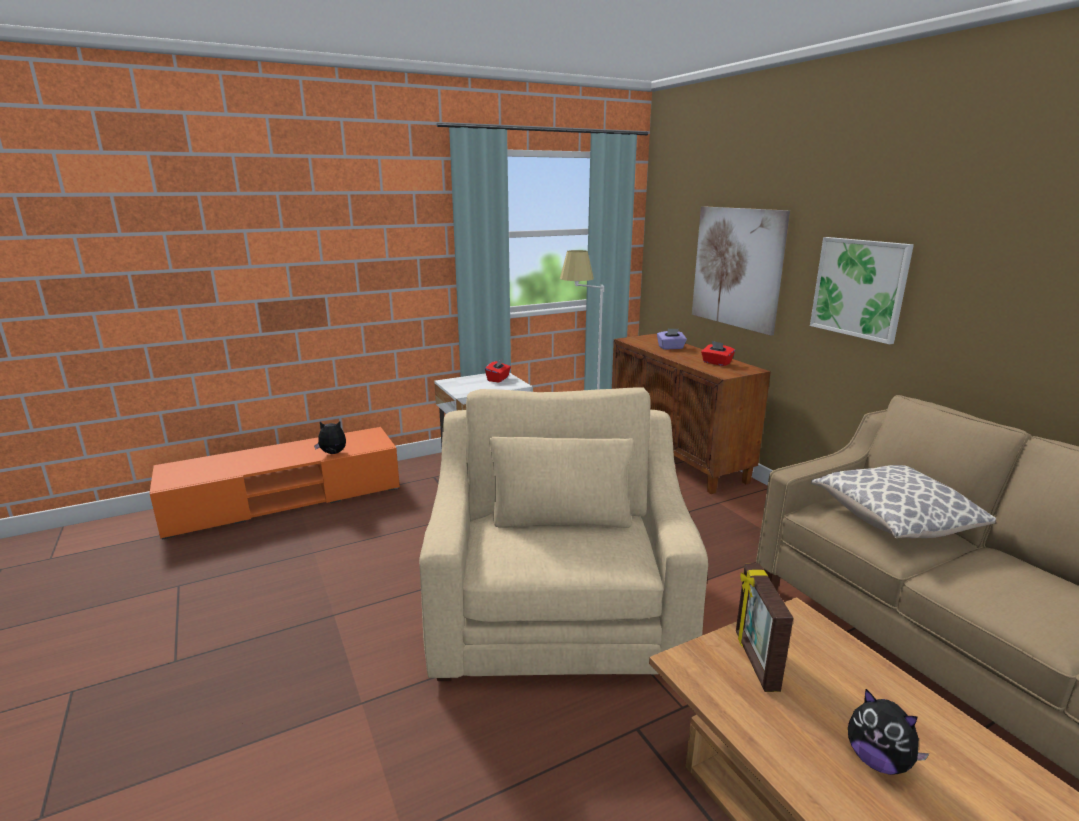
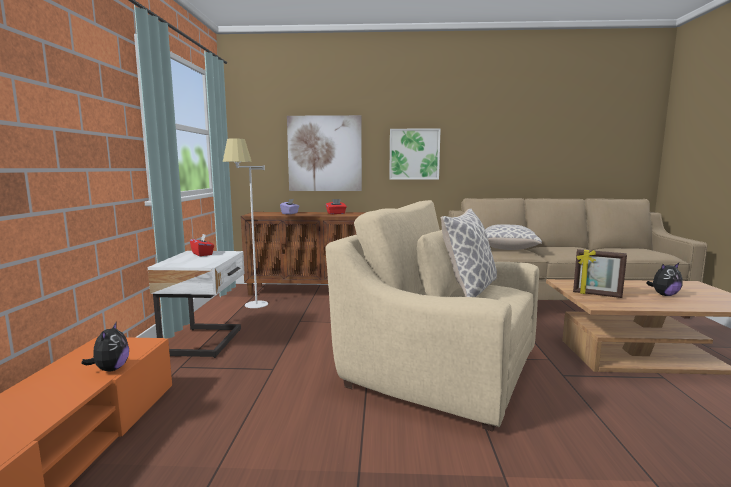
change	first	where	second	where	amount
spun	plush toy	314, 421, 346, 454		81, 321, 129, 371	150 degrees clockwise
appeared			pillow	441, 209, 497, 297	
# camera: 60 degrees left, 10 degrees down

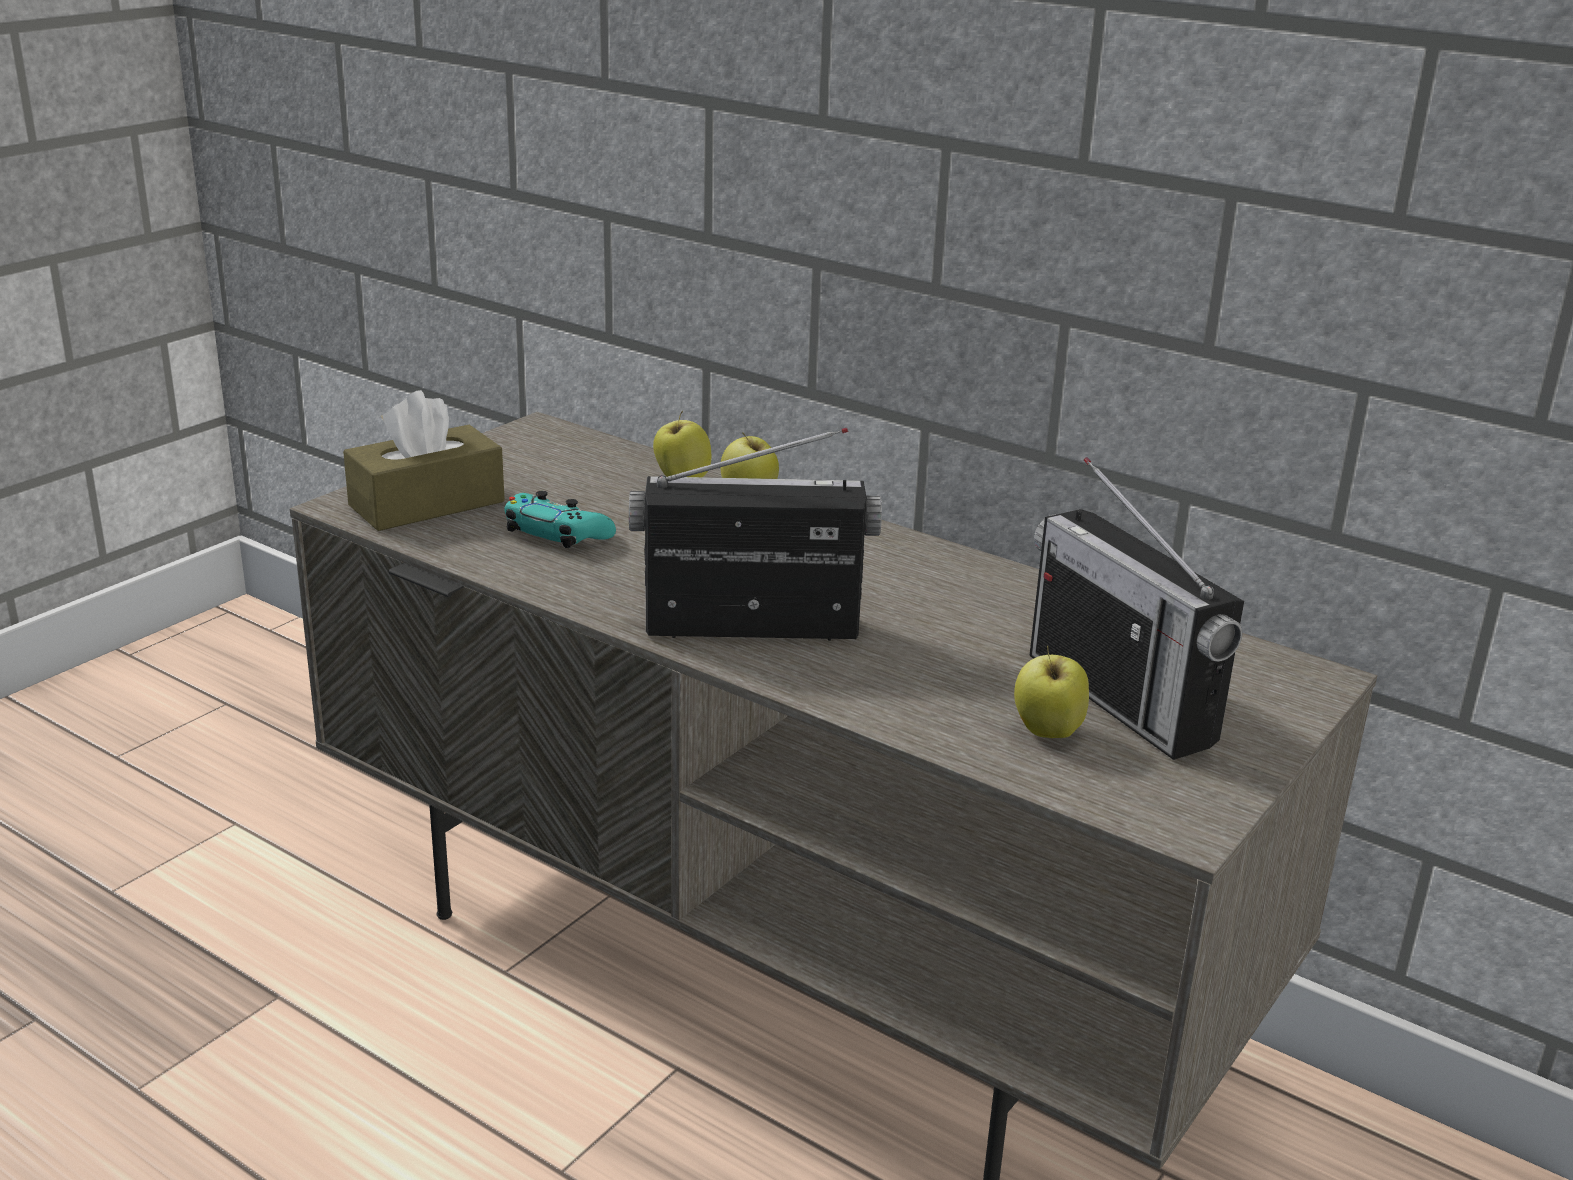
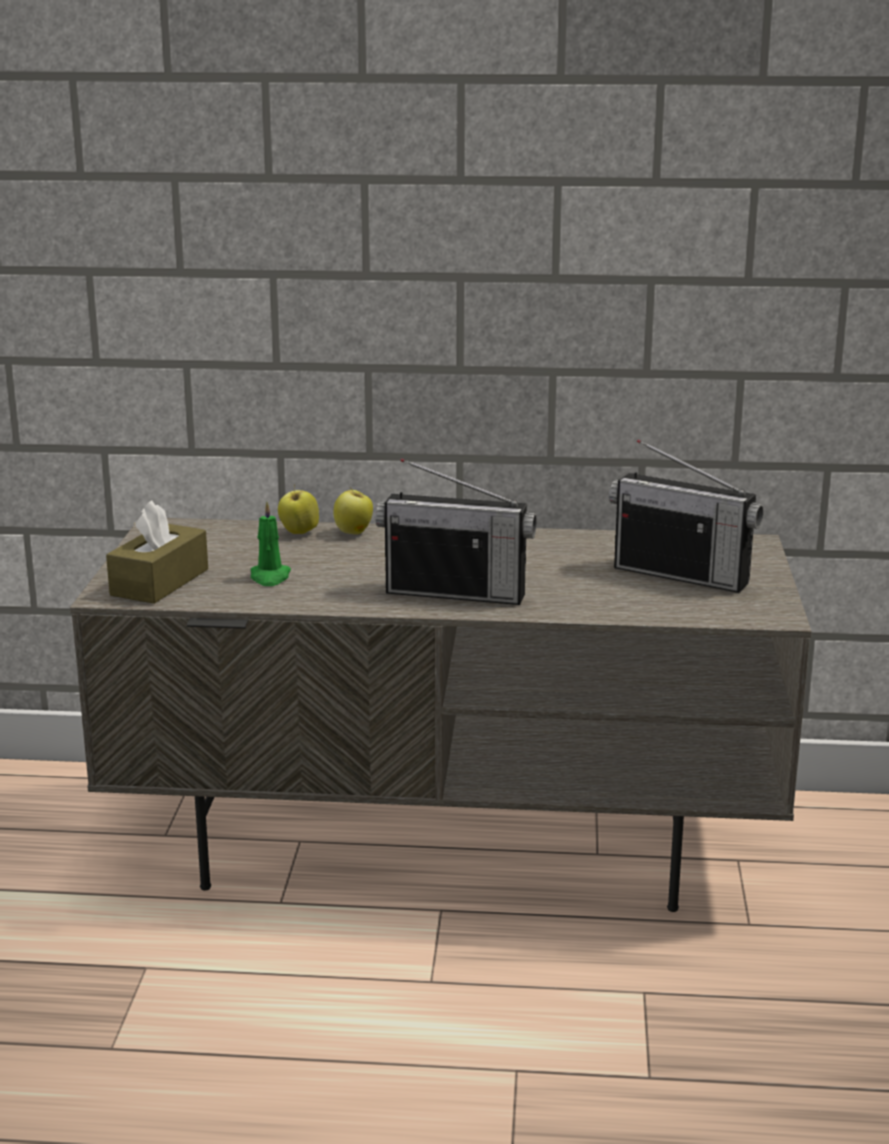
change	first	where	second	where	amount
spun	radio	629, 428, 882, 641		375, 458, 536, 605	135 degrees counterclockwise
exchanged	turquoise game controller	504, 491, 616, 548	green candle	251, 501, 291, 586	
missing	apple	1014, 646, 1089, 738			
# camera: 30 degrees left, 5 degrees down

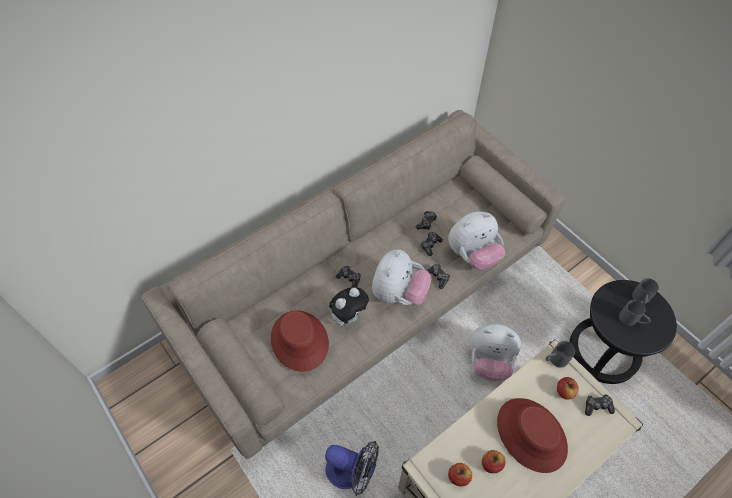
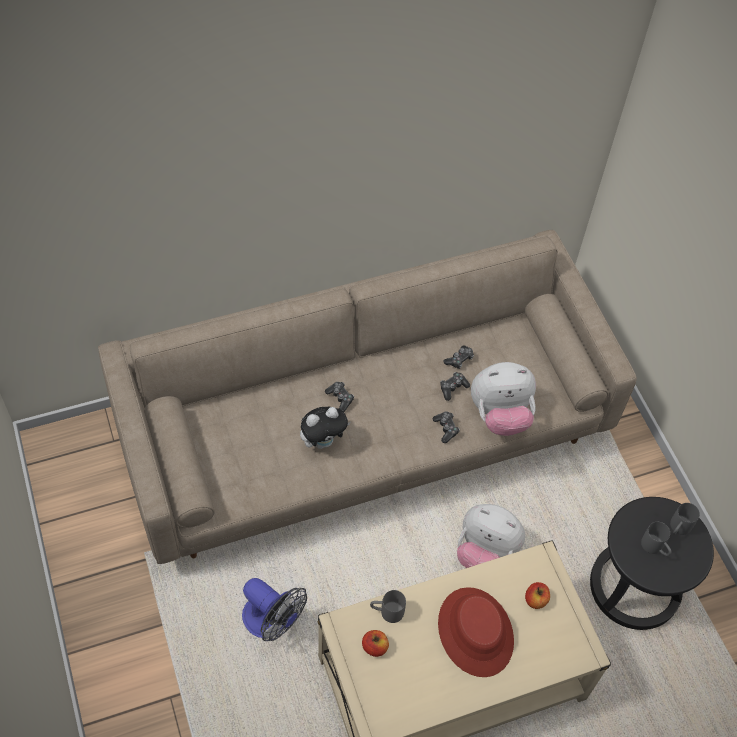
change	first	where	second	where	amount
missing	plush toy	372, 249, 432, 306			
missing	red hat	271, 310, 329, 372			
relocated	grey mug	545, 341, 575, 368		370, 590, 406, 623	
missing	game controller	585, 394, 615, 416			
missing	apple	482, 450, 506, 473			
# camera: 15 degrees right, 0 degrees up

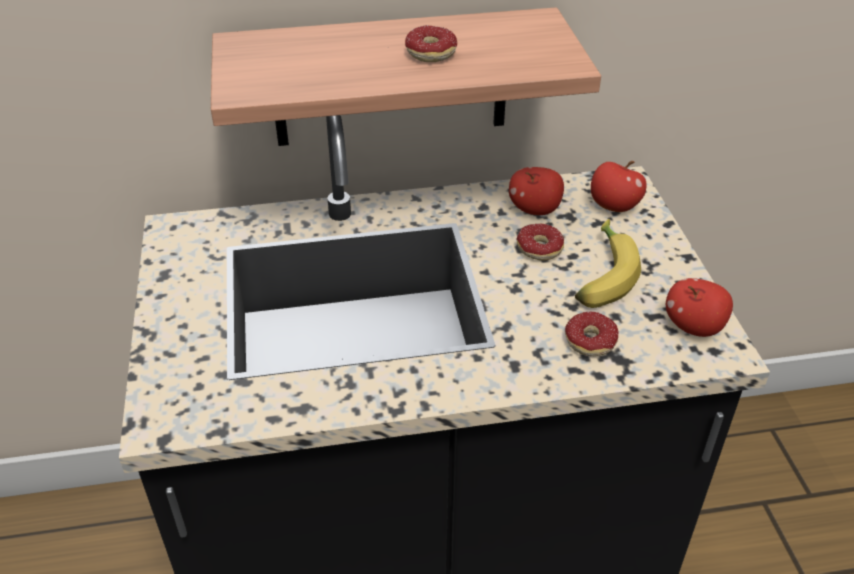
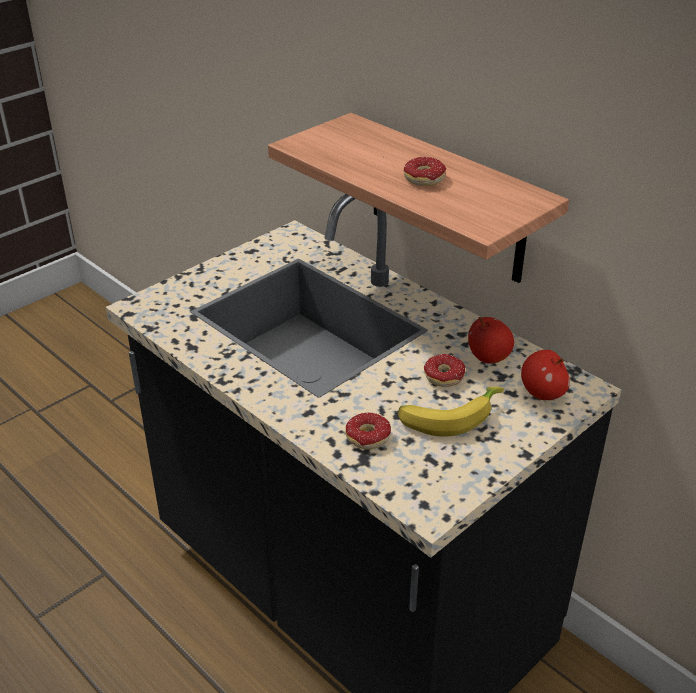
change	first	where	second	where	amount
missing	apple	666, 278, 733, 337			
# camera: 55 degrees right, 5 degrees down

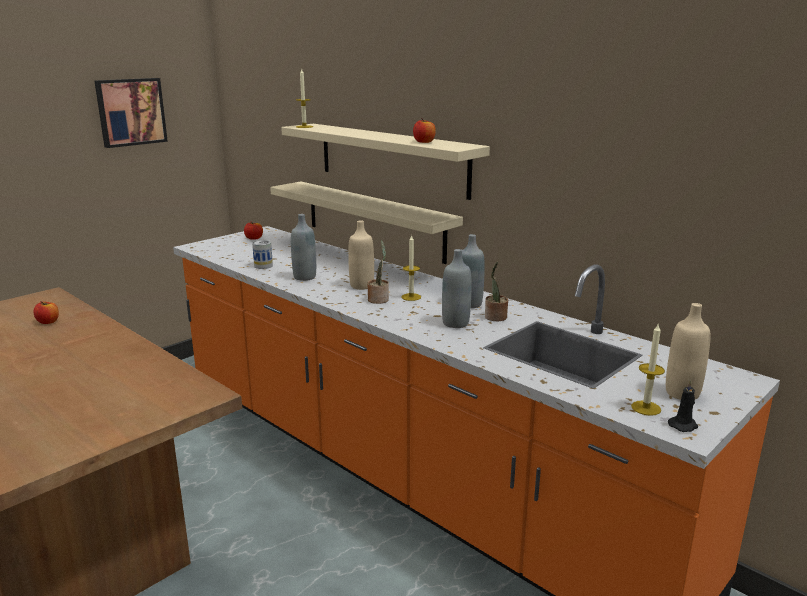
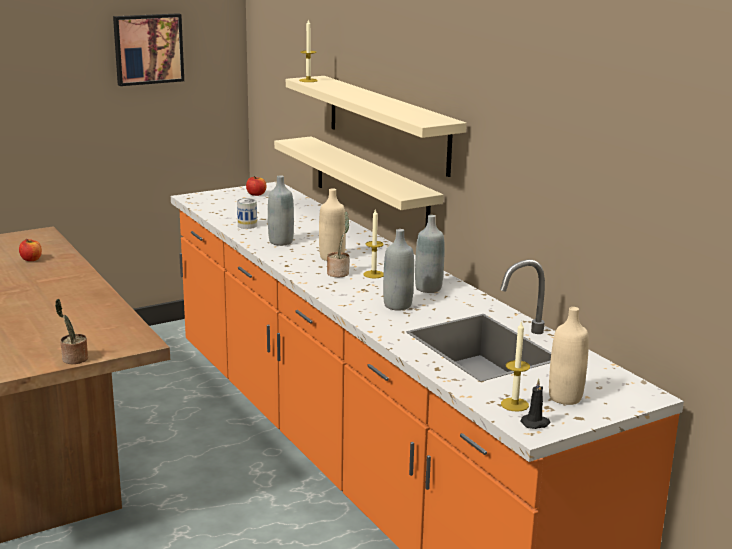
change	first	where	second	where	amount
missing	apple	413, 118, 436, 143			
relocated	potted plant	485, 262, 508, 321		55, 299, 88, 364	
# camera: 15 degrees right, 0 degrees up

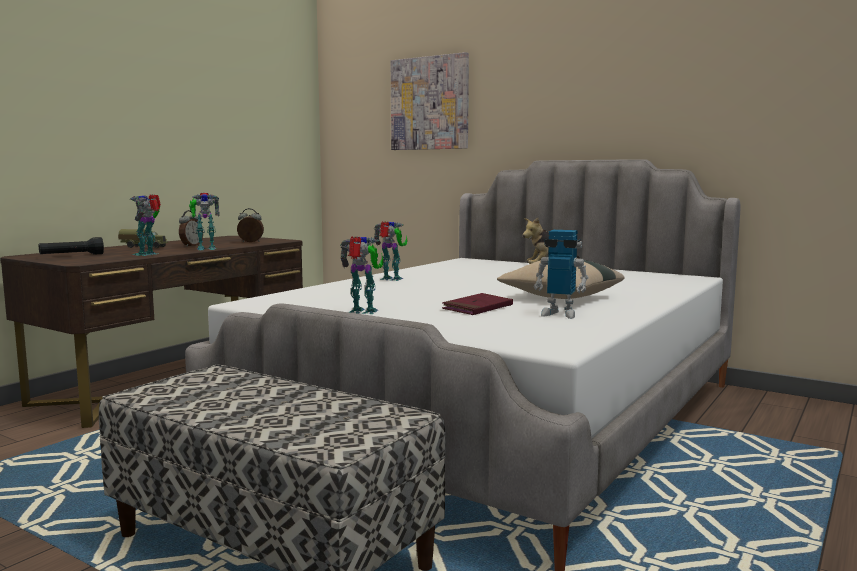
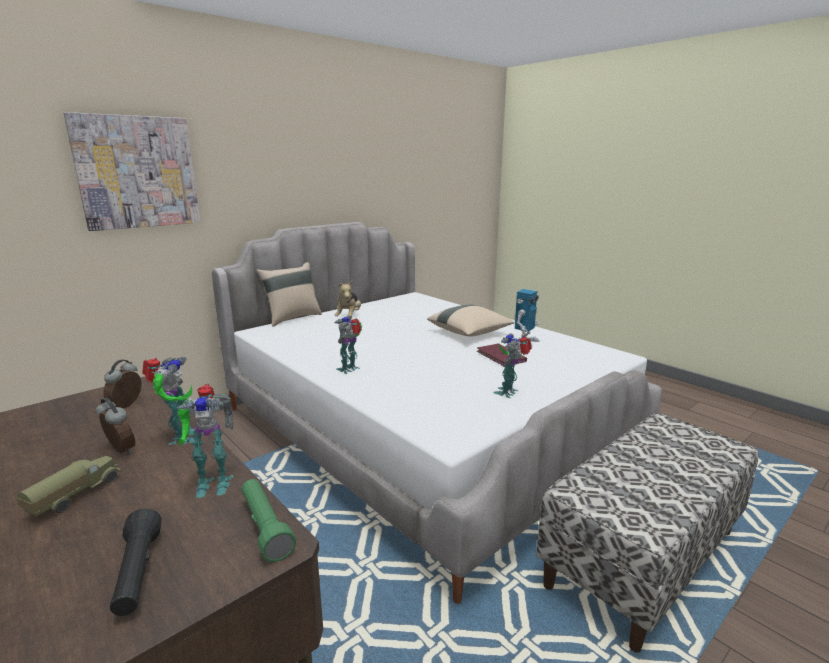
change	first	where	second	where	amount
spun	toy robot	130, 194, 161, 256		177, 384, 233, 498	45 degrees counterclockwise
appeared			beige pillow	256, 262, 322, 327	
appeared			green flashlight	241, 479, 296, 562	
# camera: 75 degrees left, 10 degrees up

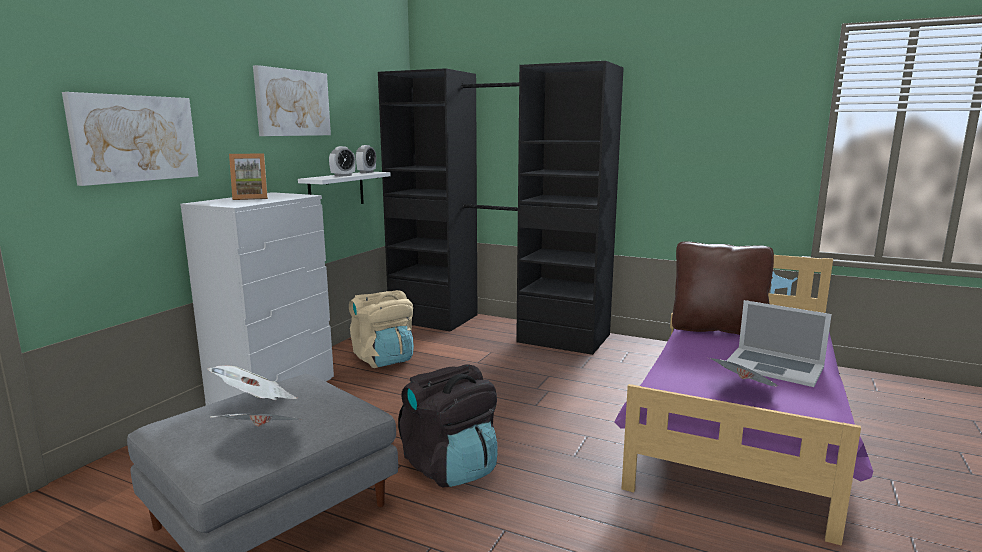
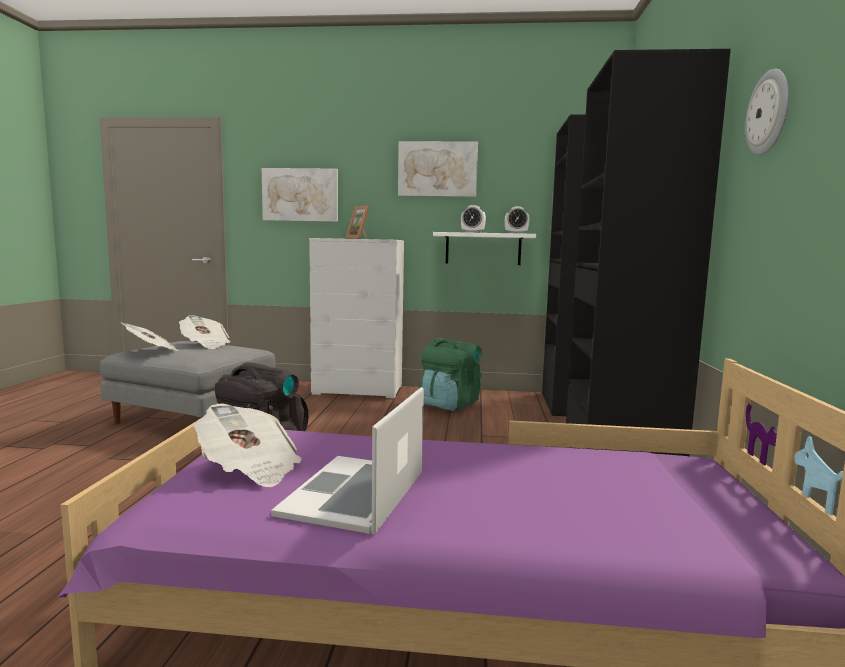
change	first	where	second	where	amount
missing	brown pillow	672, 241, 774, 335			
colour	beige backpack	349, 290, 414, 368	green backpack	419, 338, 482, 412	
appeared			wall clock	745, 69, 789, 155	
# camera: 70 degrees right, 5 degrees down

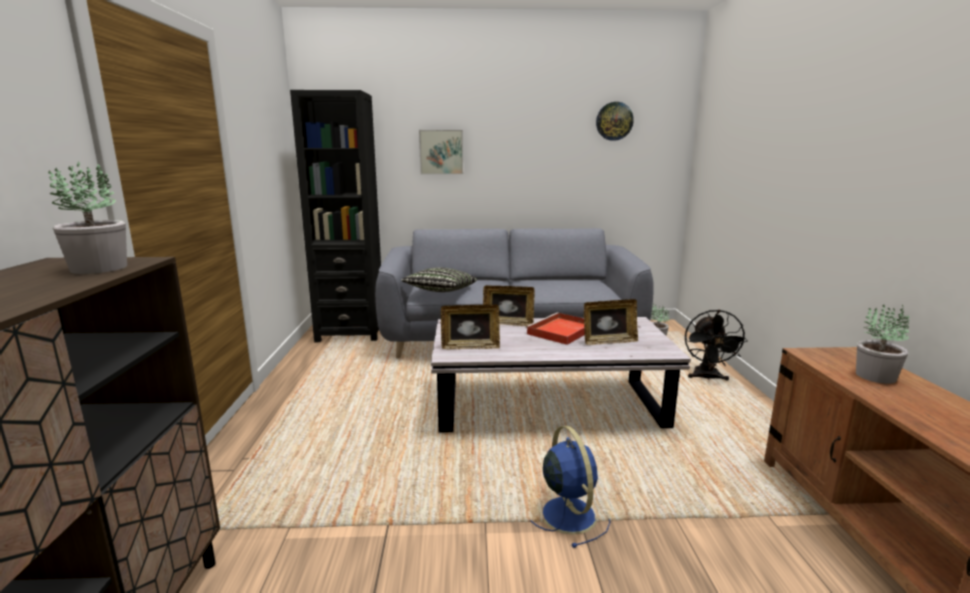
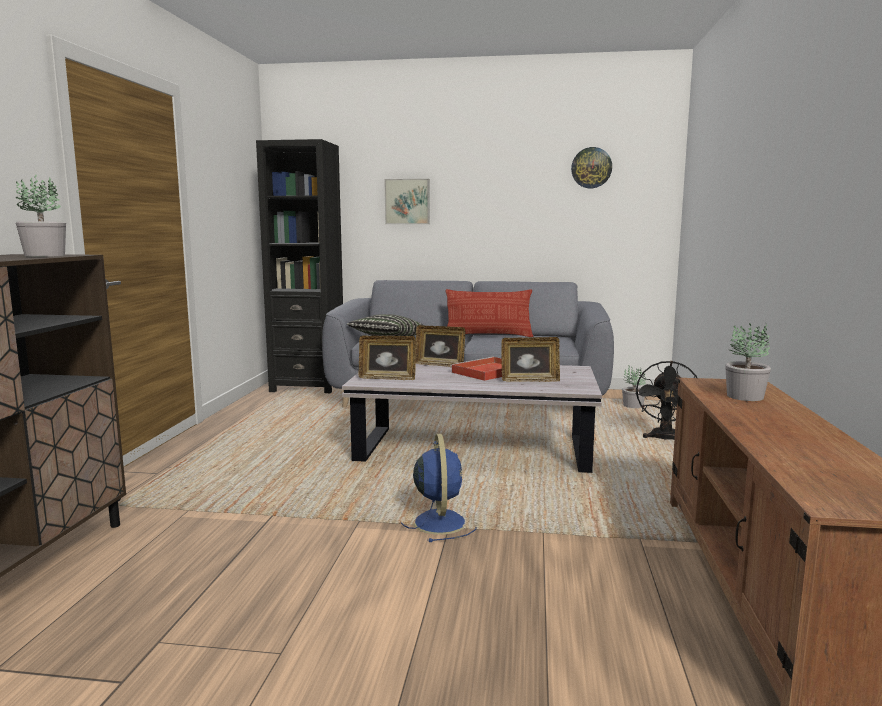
change	first	where	second	where	amount
appeared			pillow	446, 289, 534, 337	
# camera: 10 degrees right, 5 degrees down

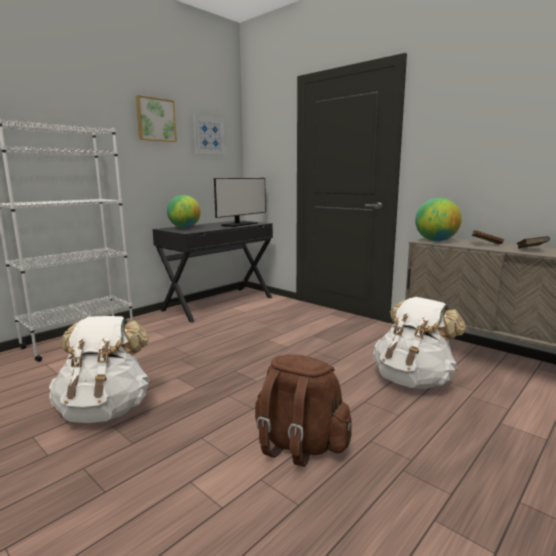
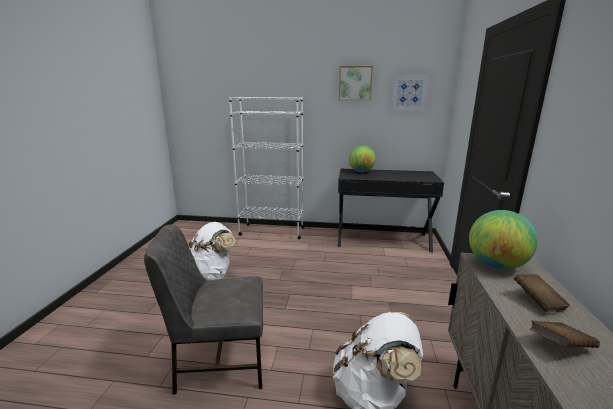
change	first	where	second	where	amount
missing	monitor	214, 178, 266, 227			
exchanged	brown backpack	255, 354, 352, 467	grey chair	144, 224, 263, 395	
# camera: 55 degrees right, 5 degrees up

